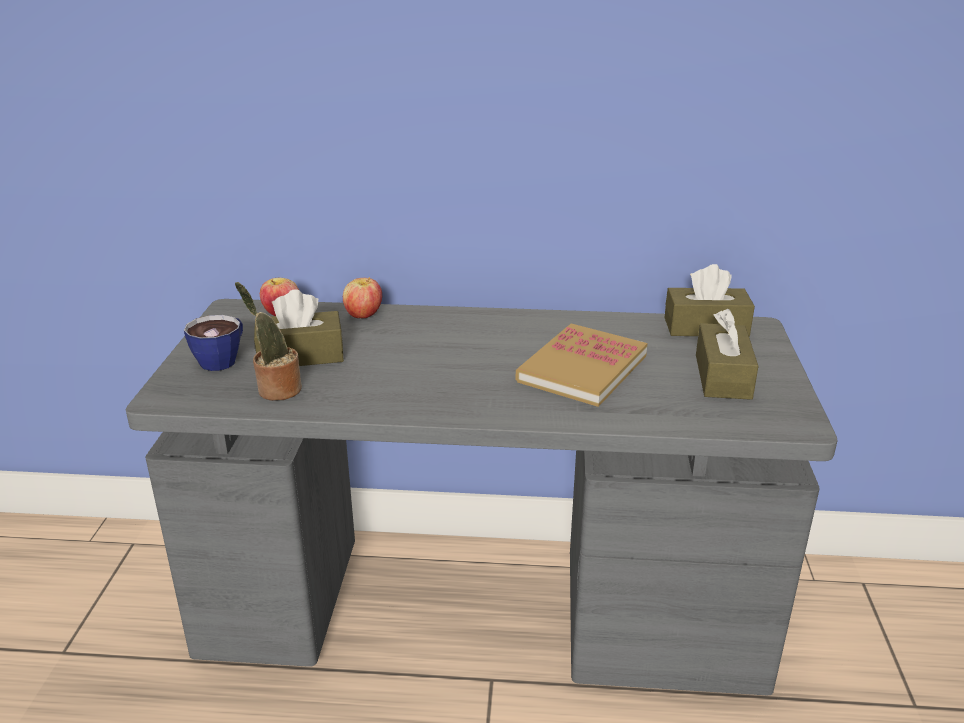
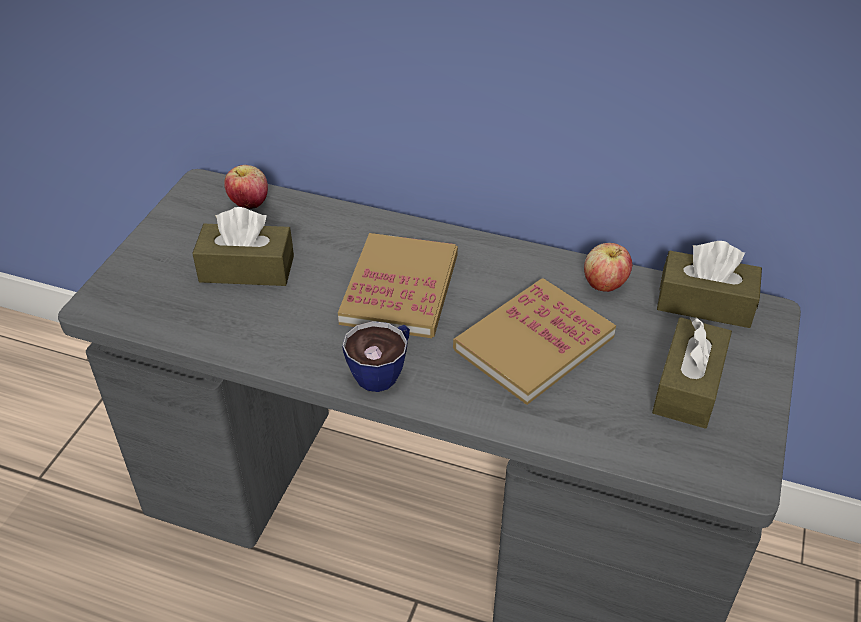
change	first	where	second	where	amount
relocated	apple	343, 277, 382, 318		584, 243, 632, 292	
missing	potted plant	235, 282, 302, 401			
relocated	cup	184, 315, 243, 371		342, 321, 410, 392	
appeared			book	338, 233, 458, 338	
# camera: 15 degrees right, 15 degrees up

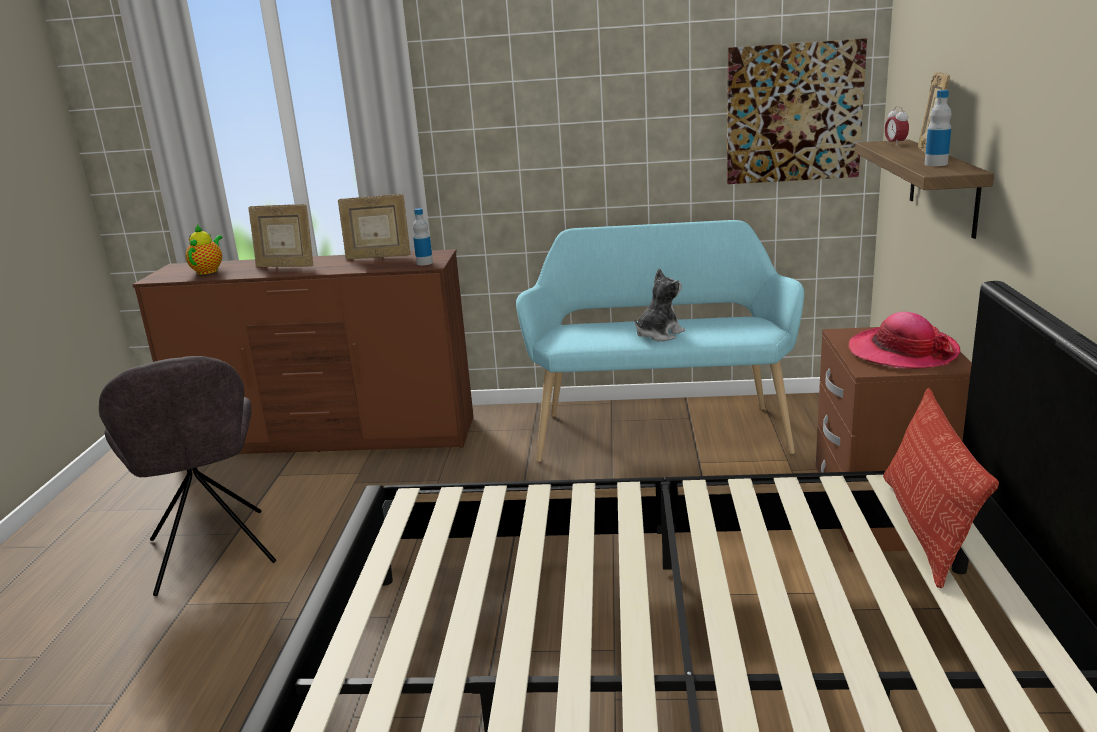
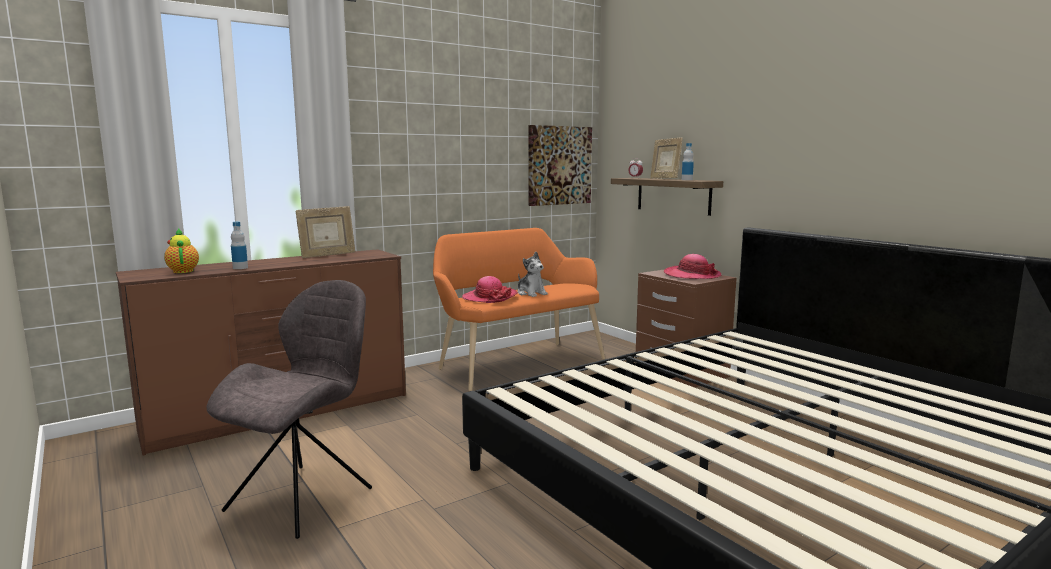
change	first	where	second	where	amount
missing	picture frame	248, 204, 314, 267			
relocated	bottle	413, 208, 433, 265		231, 222, 248, 269	
colour	turquoise bench	516, 220, 804, 462	orange bench	433, 228, 605, 391	
spun	plush toy	635, 268, 685, 341		517, 252, 548, 297	135 degrees clockwise
spun	grey chair	99, 356, 276, 596		206, 280, 372, 539	90 degrees counterclockwise
missing	pillow	883, 388, 999, 588			
appeared			hat	462, 276, 518, 303	
# camera: 40 degrees left, 10 degrees down

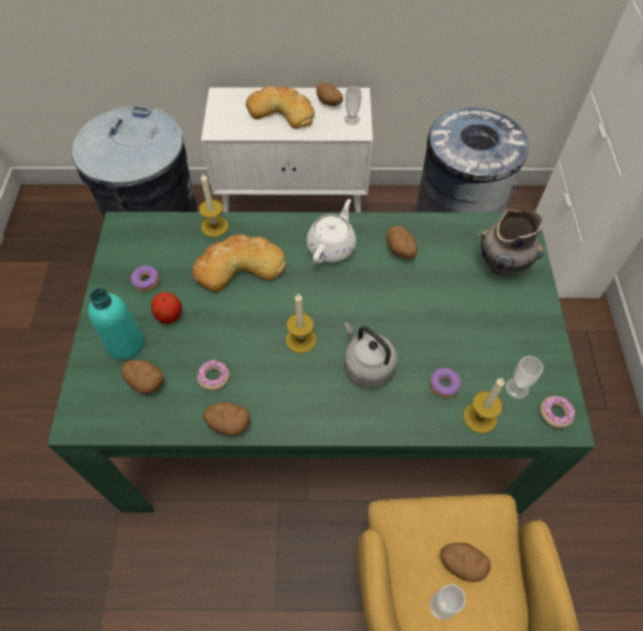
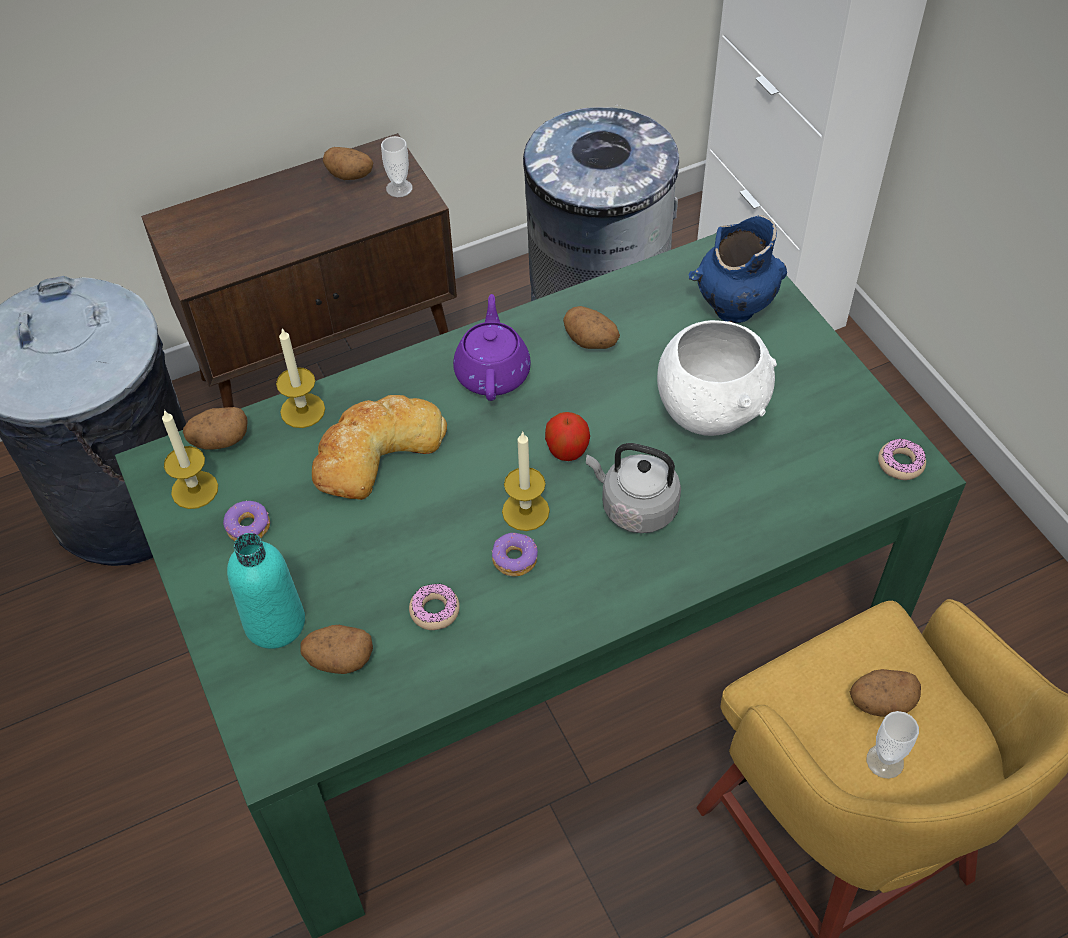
change	first	where	second	where	amount
missing	bread	246, 86, 315, 129			
colour	white cabinet	201, 87, 373, 212	brown cabinet	141, 133, 457, 408	
colour	white teapot	306, 199, 356, 264	purple teapot	453, 294, 531, 401	
colour	grey vase	476, 209, 544, 276	blue vase	689, 215, 787, 323	
relocated	apple	151, 292, 182, 324		545, 412, 590, 461	
missing	cup	506, 356, 543, 399			
relocated	donut	430, 368, 461, 398		492, 533, 538, 577	
relocated	candle	463, 378, 505, 433		162, 410, 218, 509	
relocated	potato	203, 402, 250, 436		183, 407, 248, 450	
appeared			white bowl	657, 320, 777, 436	
# camera: 25 degrees left, 5 degrees down

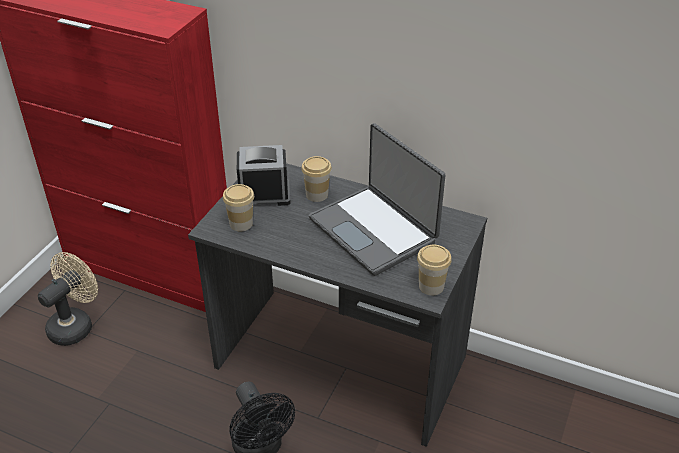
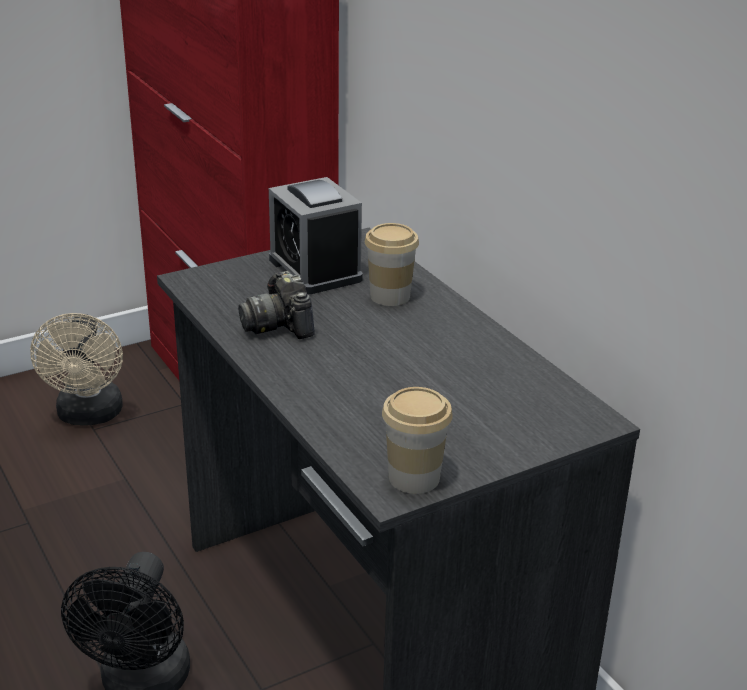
change	first	where	second	where	amount
missing	laptop	309, 123, 445, 276			
spun	alarm clock	237, 145, 290, 206		269, 177, 363, 294	150 degrees counterclockwise
missing	cup	223, 184, 254, 231			
spun	beige fan	38, 252, 98, 346		30, 313, 123, 426	105 degrees clockwise
appeared			photo camera	238, 271, 315, 339	
# camera: 35 degrees right, 10 degrees down

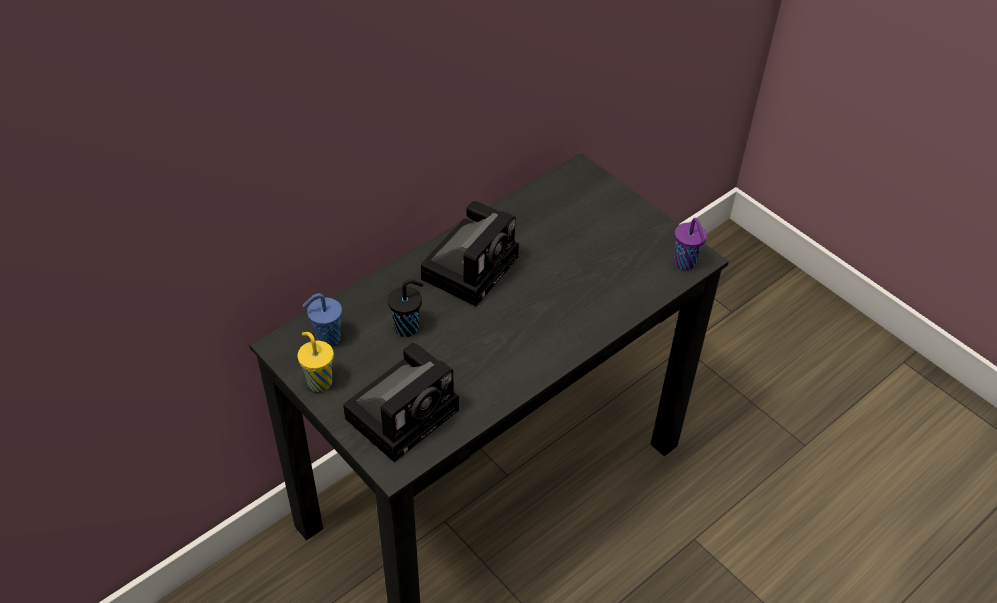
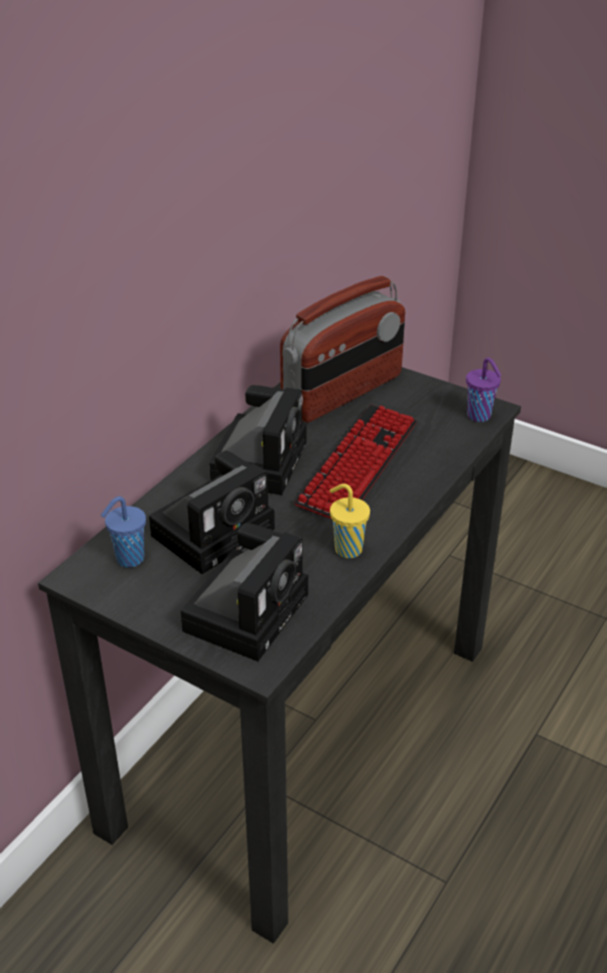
change	first	where	second	where	amount
exchanged	black cup	388, 279, 424, 337	photo camera	149, 451, 275, 574	
relocated	yellow cup	297, 332, 334, 392		330, 484, 370, 558	
appeared			radio	280, 276, 405, 422	
appeared			keyboard	294, 405, 417, 519	
# camera: 15 degrees left, 10 degrees down

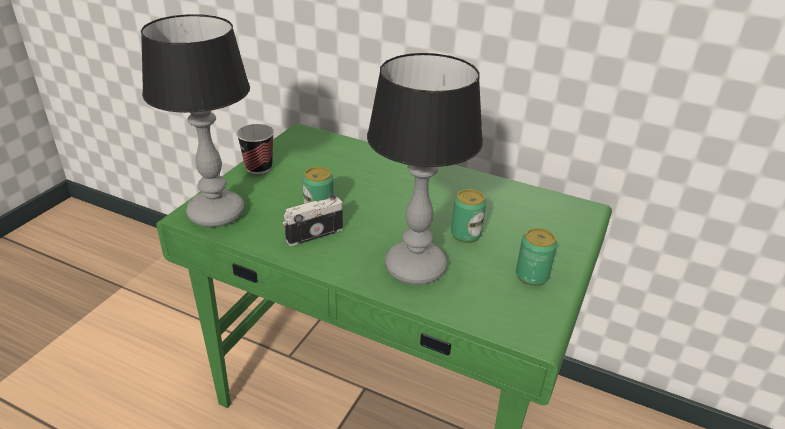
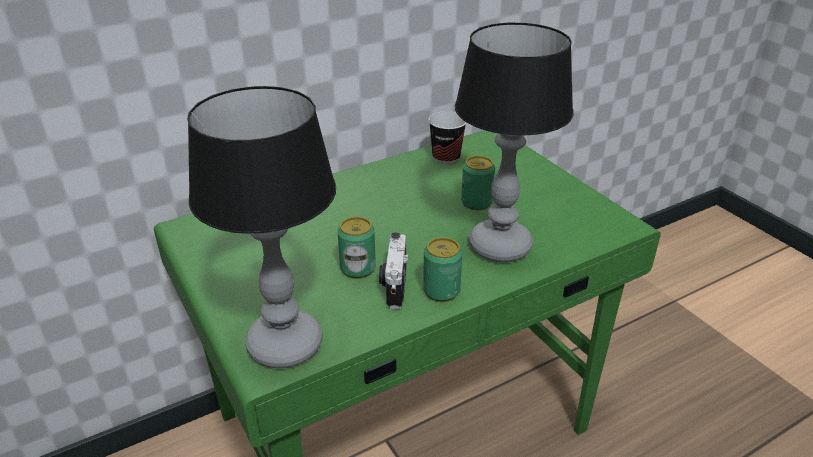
change	first	where	second	where	amount
relocated	cup	236, 124, 274, 174		428, 111, 466, 164	
relocated	can	516, 228, 557, 287		423, 237, 463, 302	
# camera: 55 degrees left, 0 degrees up

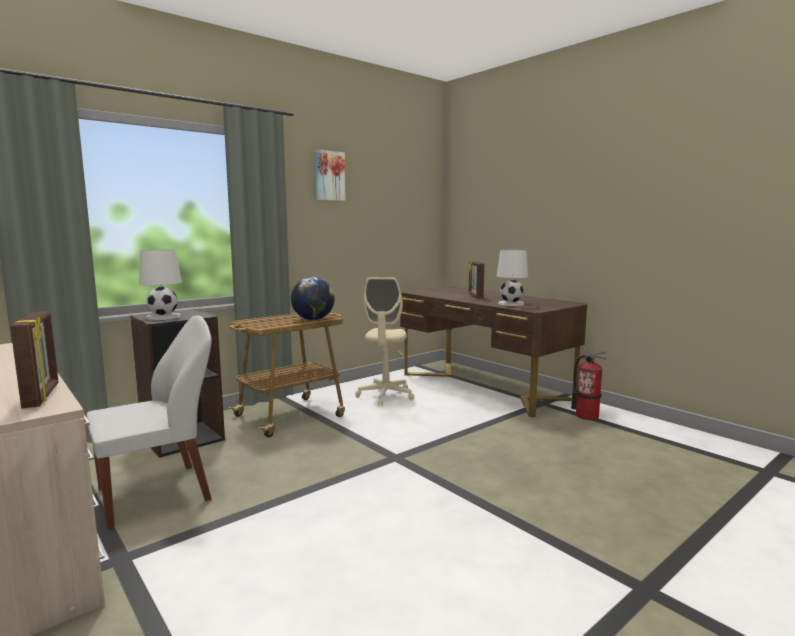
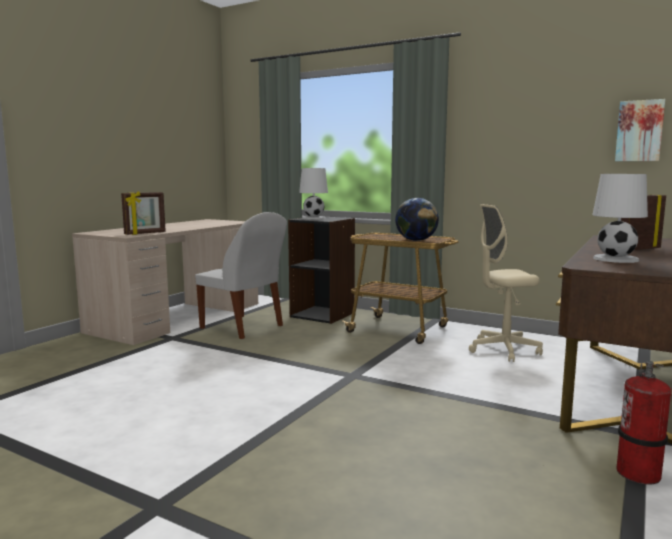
change	first	where	second	where	amount
relocated	picture	315, 150, 346, 201		615, 99, 665, 161	
# camera: 70 degrees right, 0 degrees up

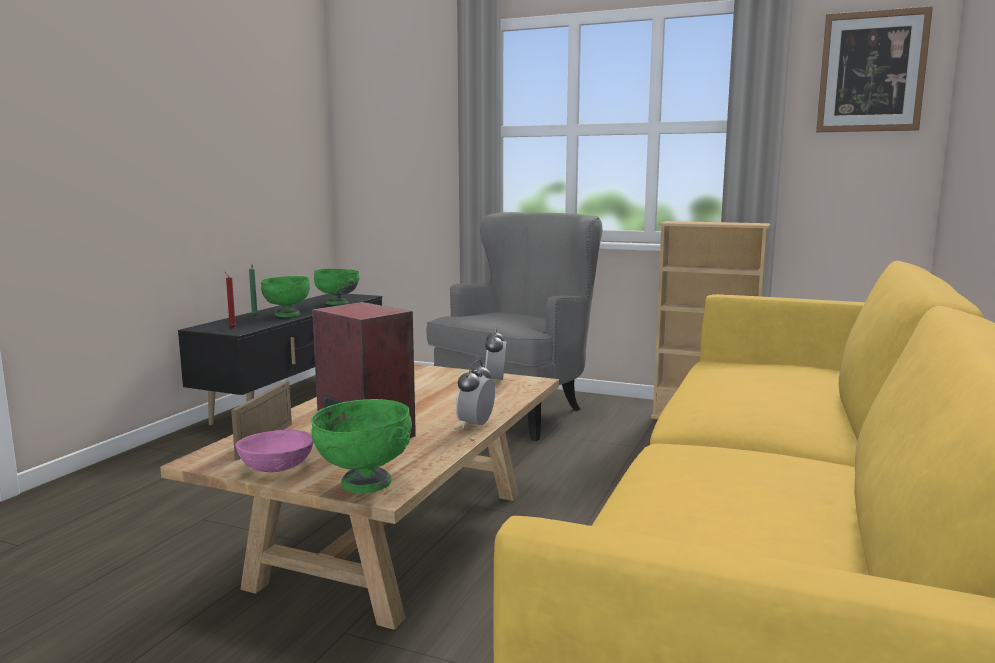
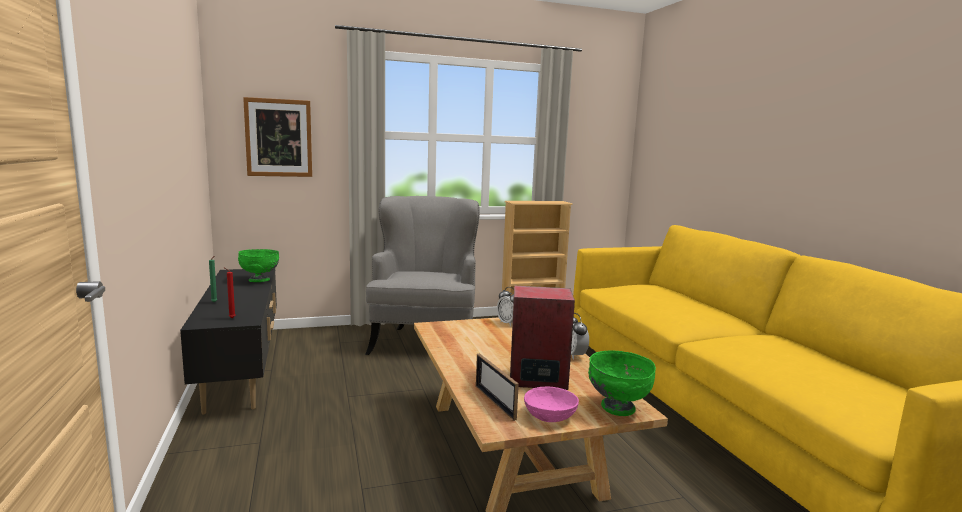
change	first	where	second	where	amount
relocated	picture	816, 6, 933, 132		243, 97, 312, 177	
missing	green bowl	261, 276, 310, 317			
# camera: 40 degrees left, 0 degrees up

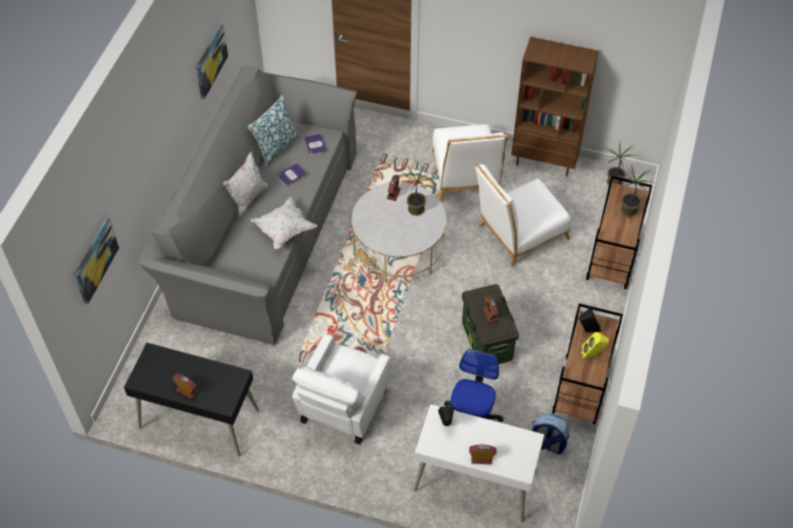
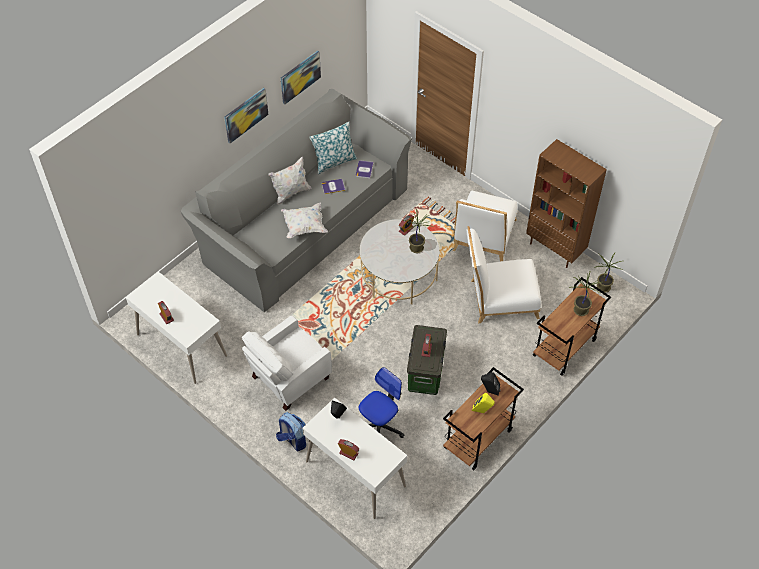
change	first	where	second	where	amount
relocated	picture	74, 218, 119, 304		224, 88, 269, 143	
colour	black desk	124, 342, 259, 457	white desk	126, 272, 227, 384	
relocated	backpack	532, 414, 569, 454		276, 412, 306, 451	
# camera: 25 degrees right, 0 degrees up

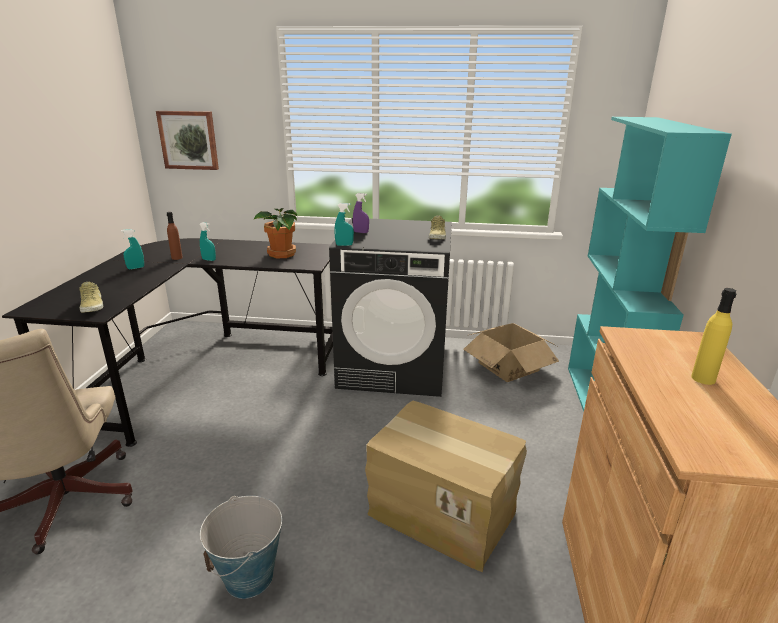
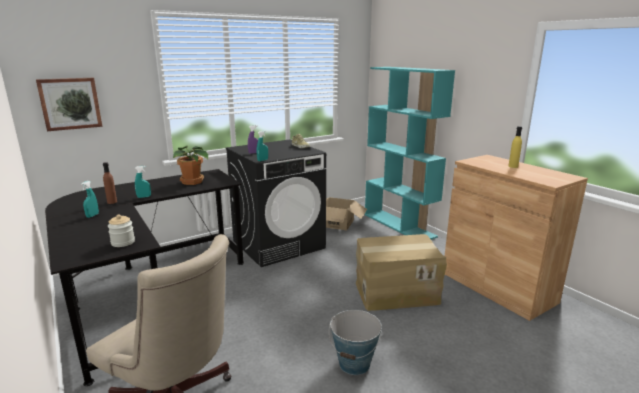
change	first	where	second	where	amount
exchanged	beige shoe	79, 282, 103, 313	jar	108, 215, 135, 247	
# camera: 40 degrees left, 5 degrees down

